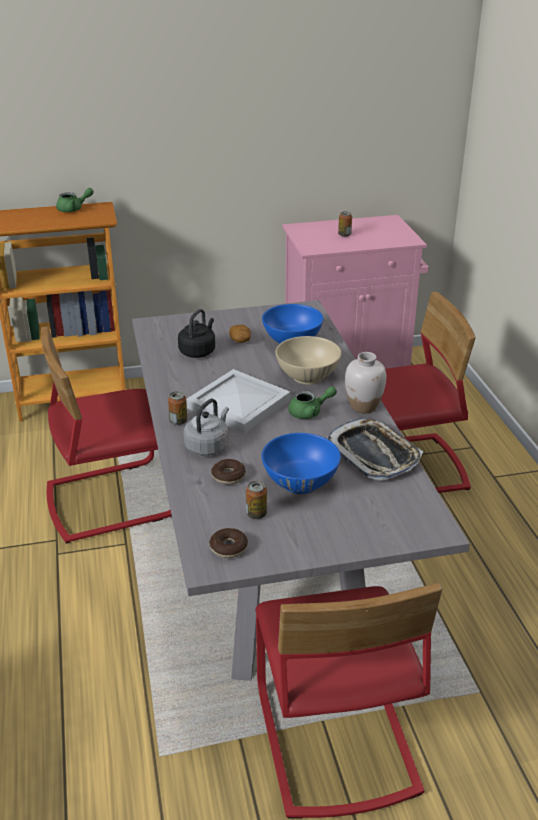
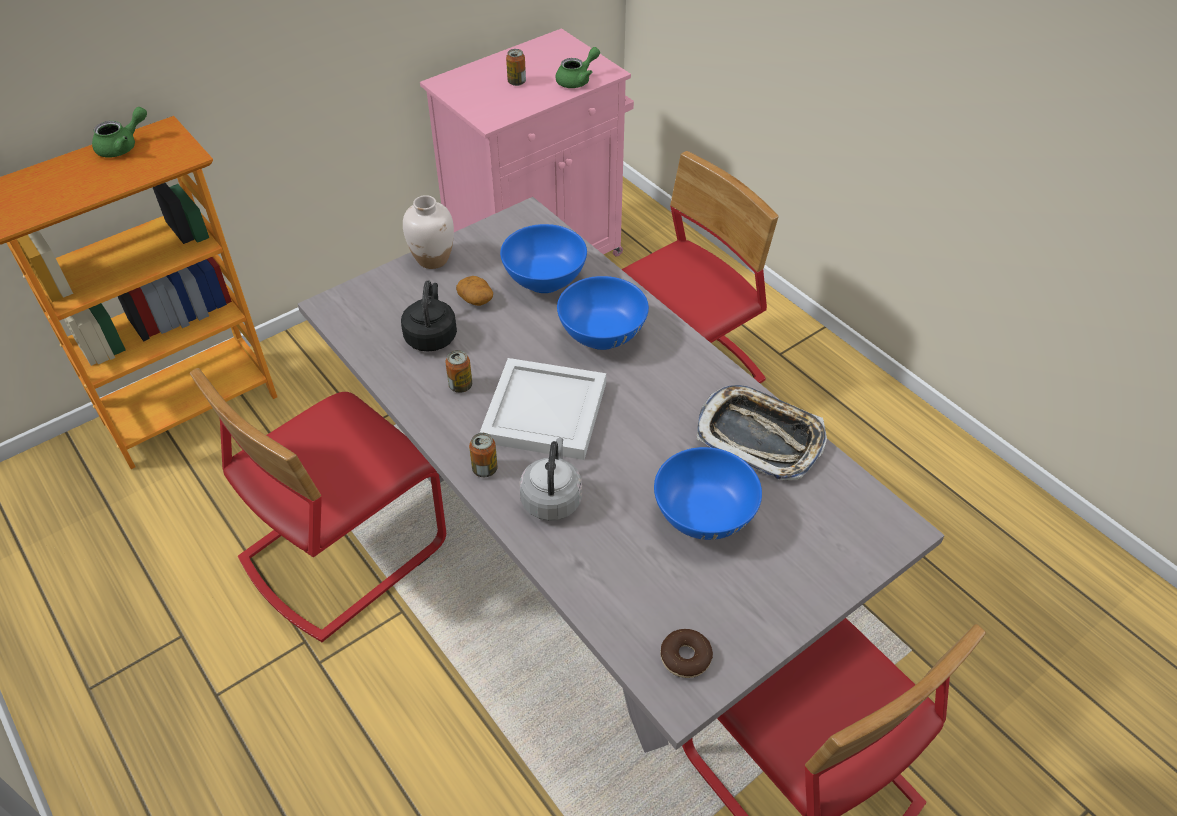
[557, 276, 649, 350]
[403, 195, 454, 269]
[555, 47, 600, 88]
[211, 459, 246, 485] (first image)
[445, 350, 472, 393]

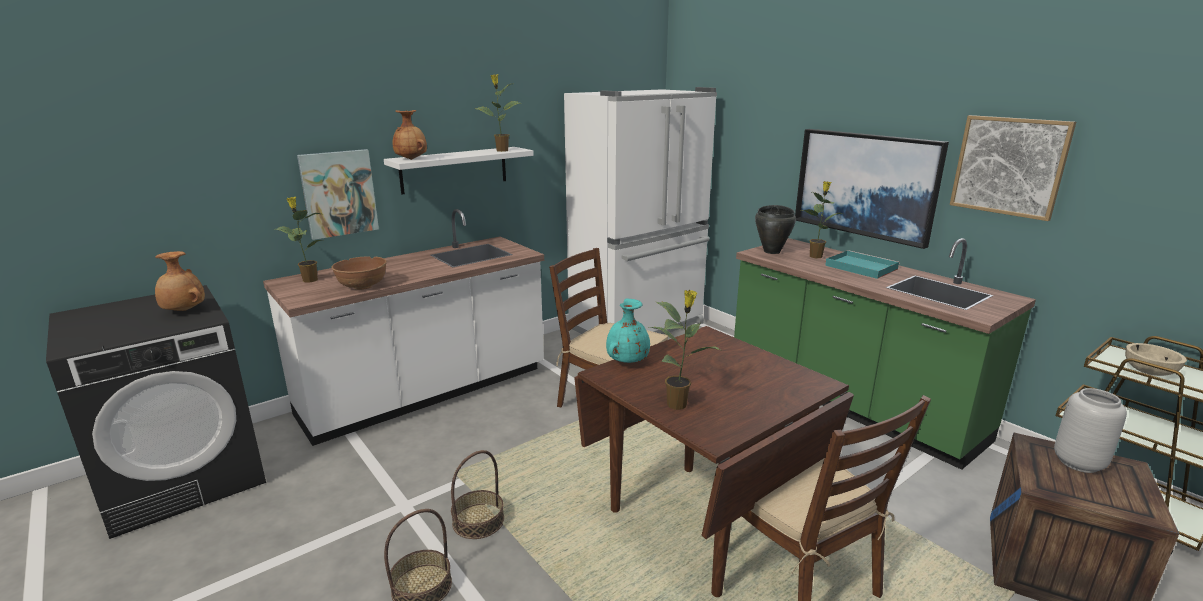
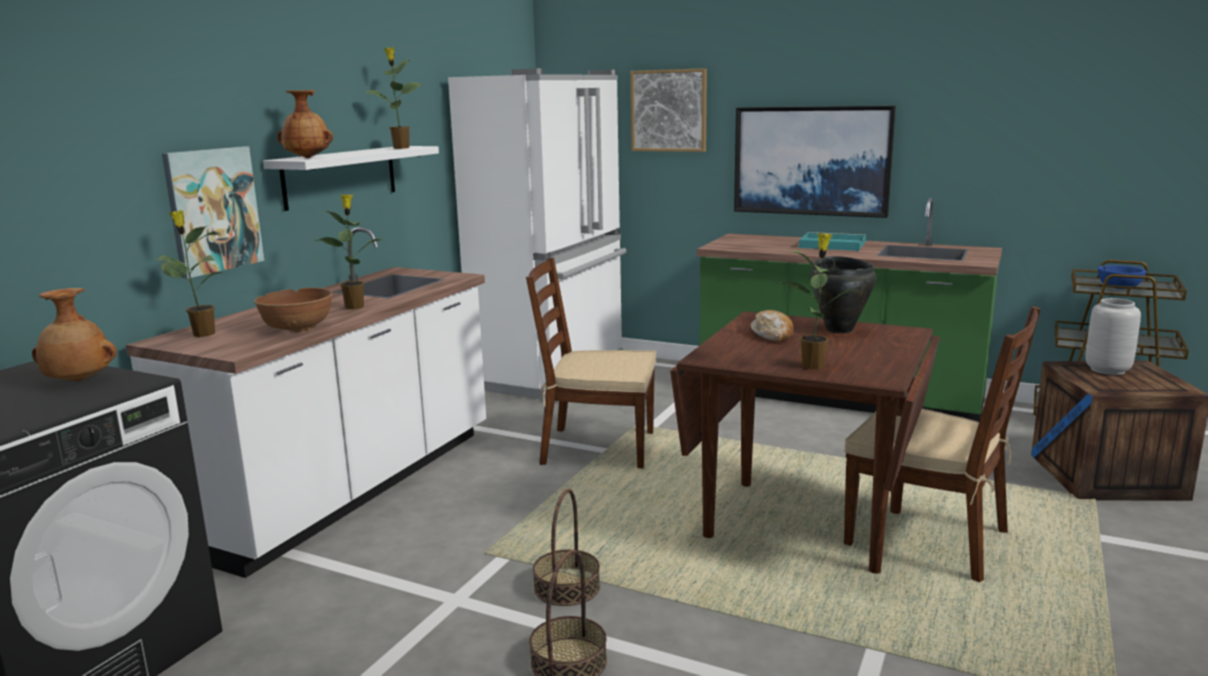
[630, 68, 707, 152]
[315, 194, 380, 309]
[810, 256, 876, 333]
[606, 299, 650, 363] (first image)
[1098, 265, 1147, 289]
[751, 310, 793, 342]

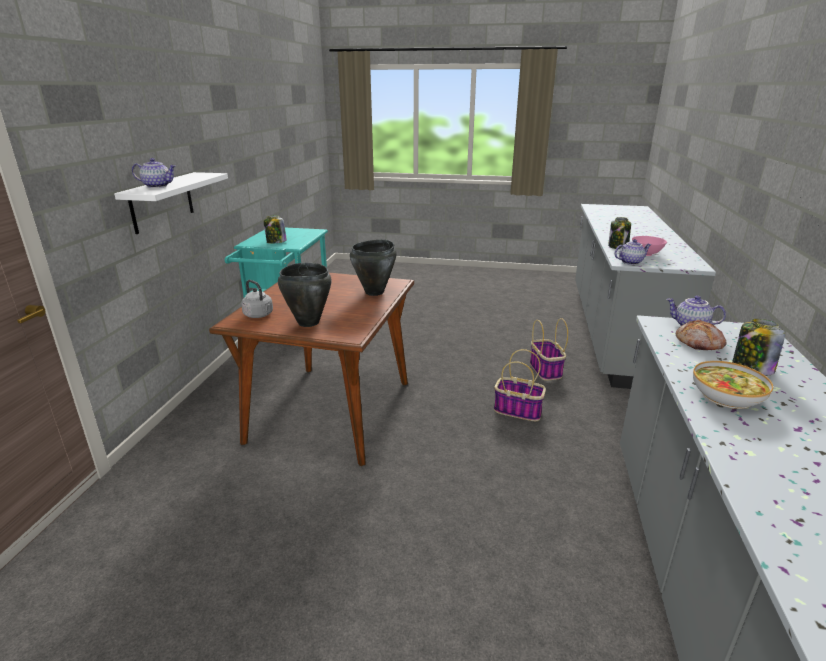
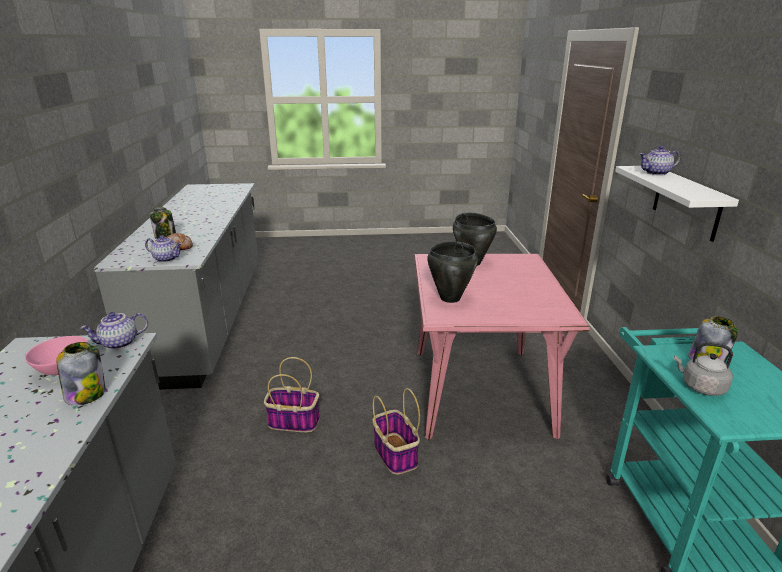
[414, 254, 590, 440]
[674, 342, 733, 396]
[373, 388, 420, 474]
[693, 361, 773, 409] (first image)

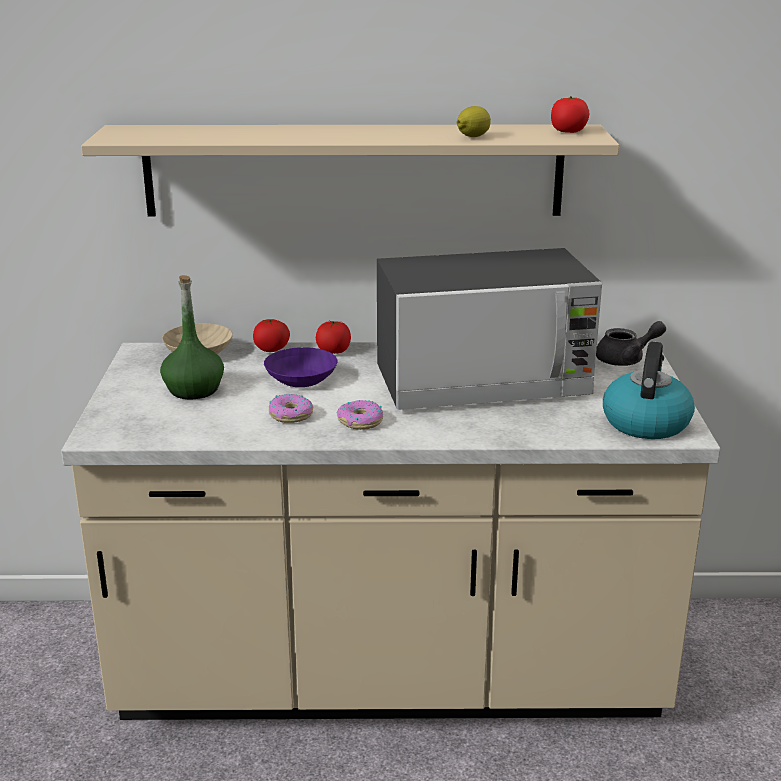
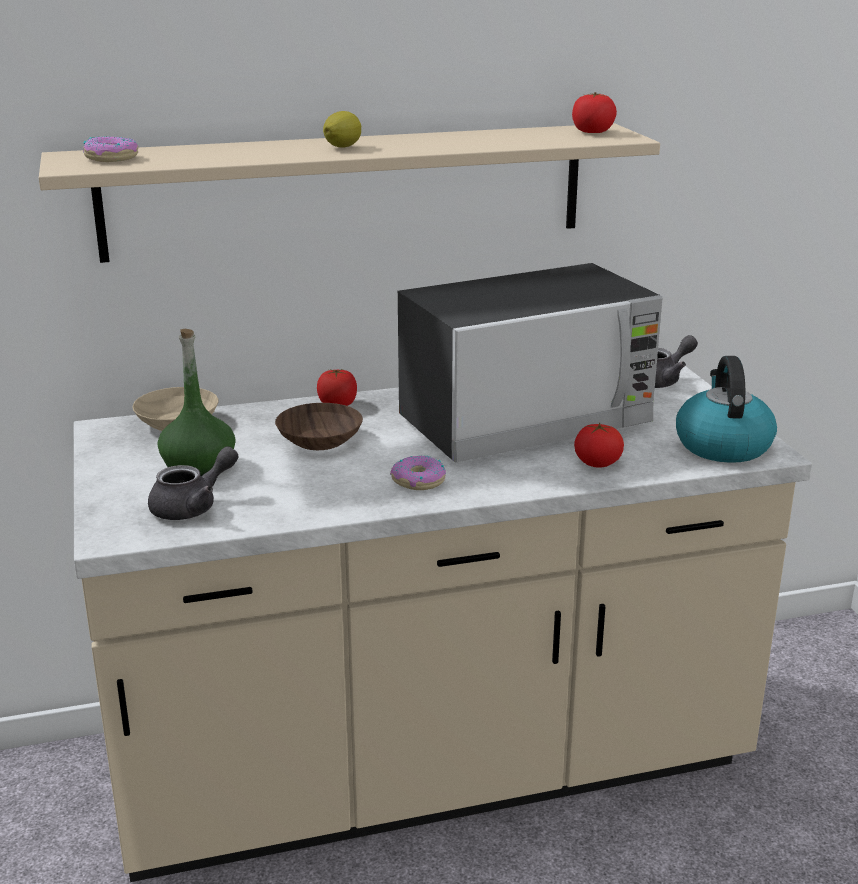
[323, 111, 361, 148]
[574, 423, 624, 468]
[275, 403, 363, 450]
[83, 136, 138, 162]
[148, 446, 238, 520]

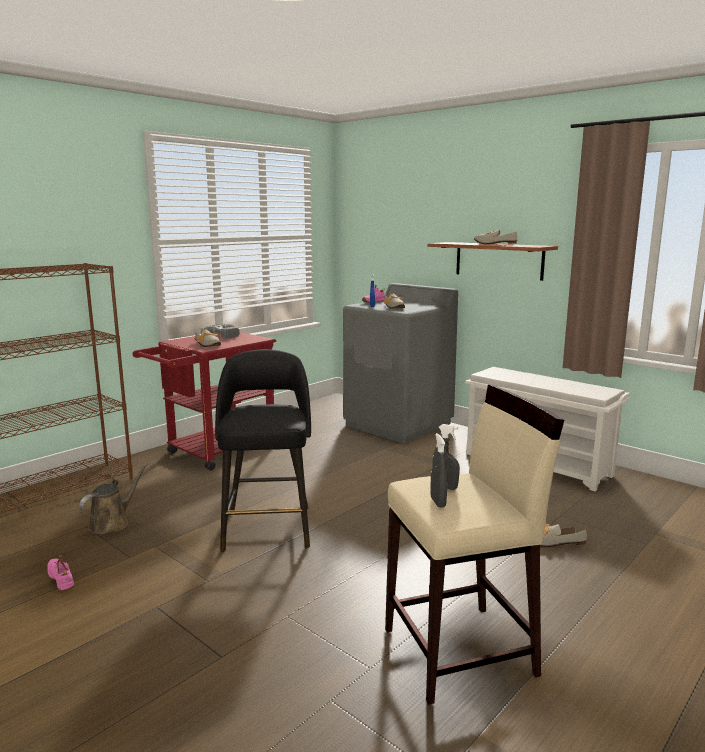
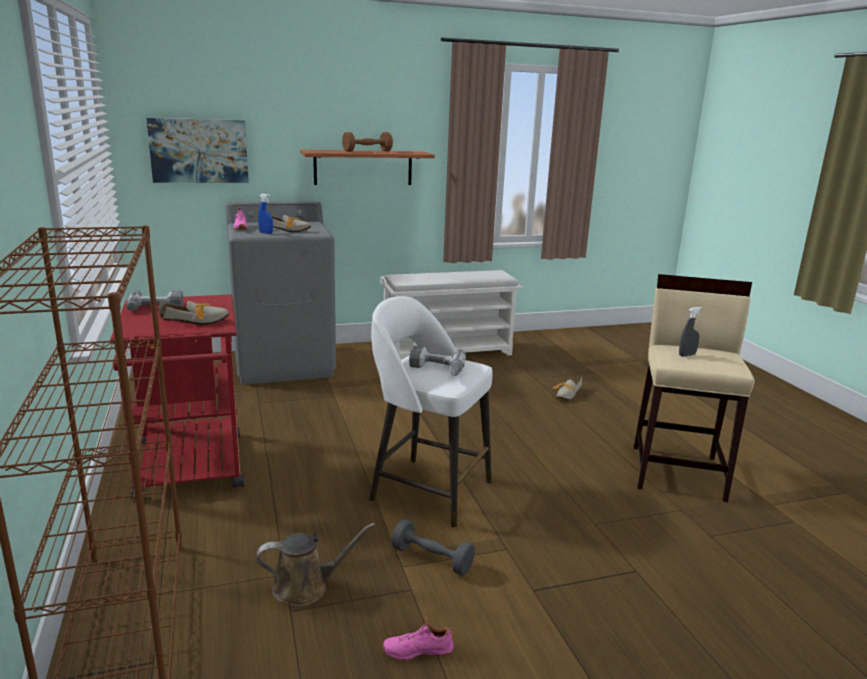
[342, 132, 393, 152]
[369, 296, 493, 528]
[430, 433, 447, 508] (first image)
[256, 523, 375, 606]
[146, 118, 249, 183]
[409, 346, 466, 376]
[392, 519, 475, 576]

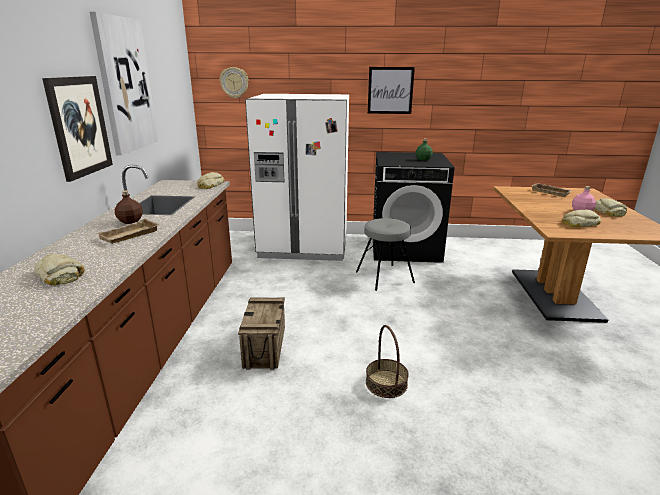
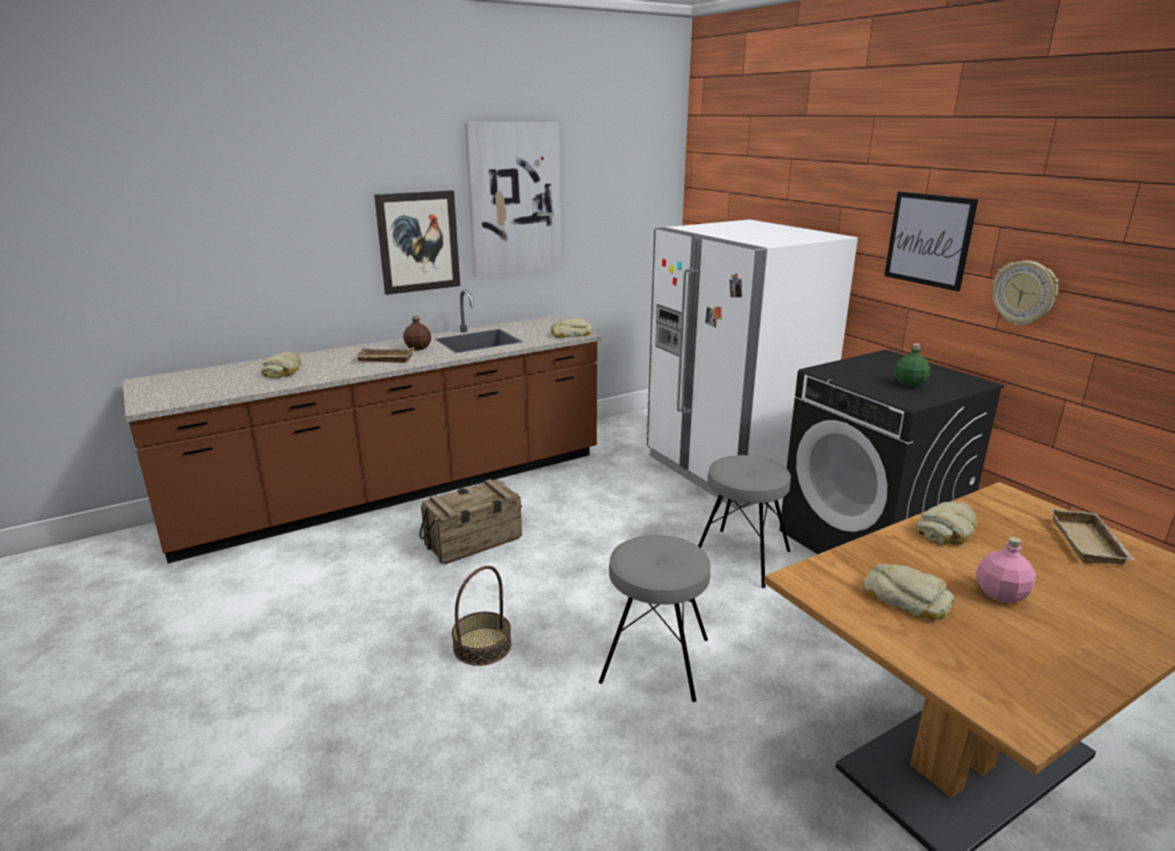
[993, 261, 1059, 326]
[916, 501, 977, 545]
[599, 535, 710, 702]

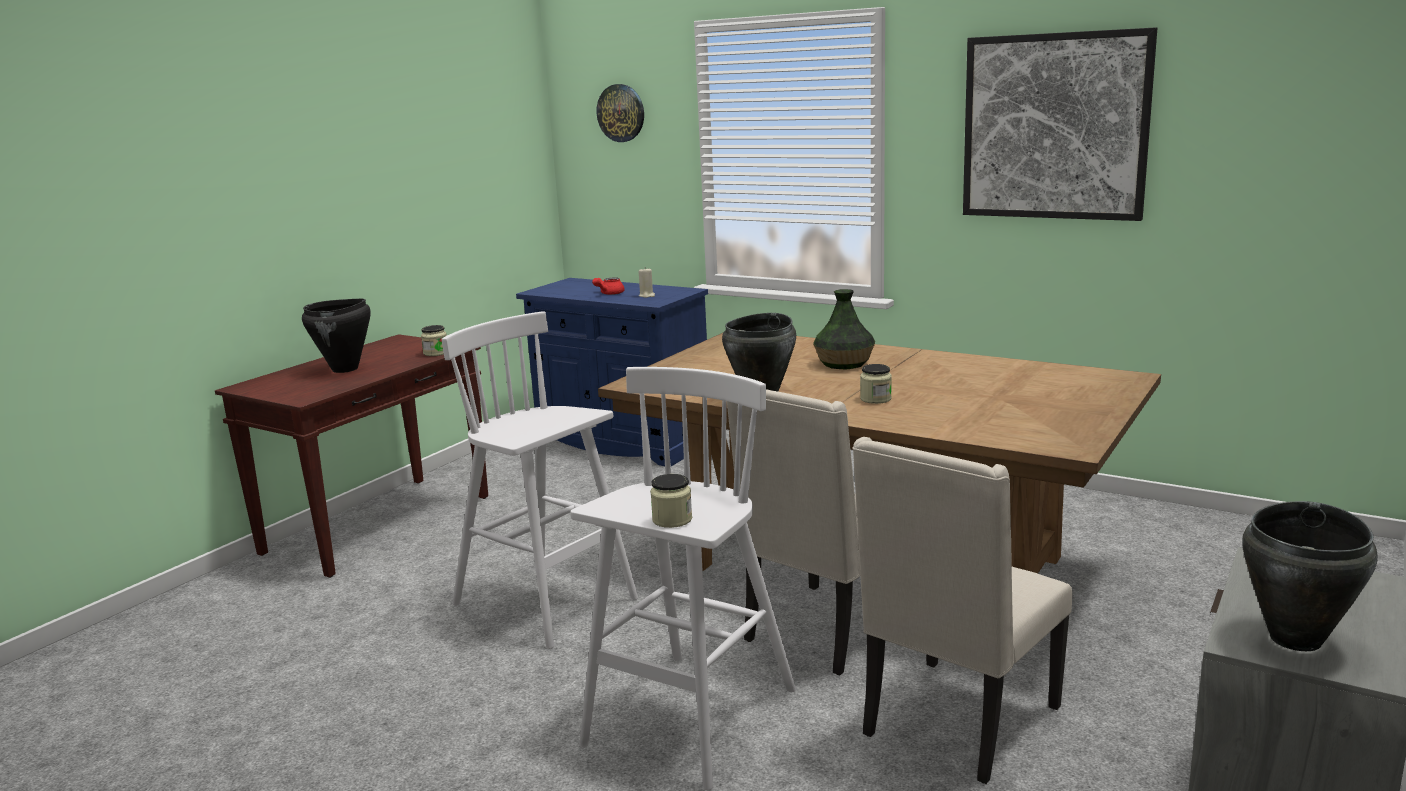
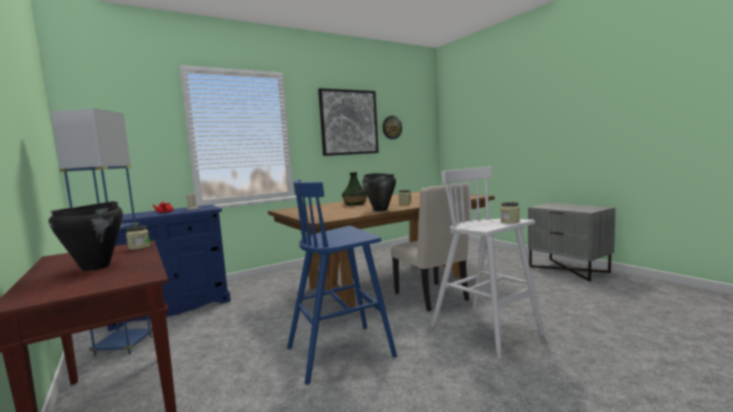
[382, 116, 402, 139]
[287, 179, 397, 385]
[852, 437, 1072, 784] (first image)
[1242, 501, 1378, 651] (first image)
[50, 108, 152, 356]

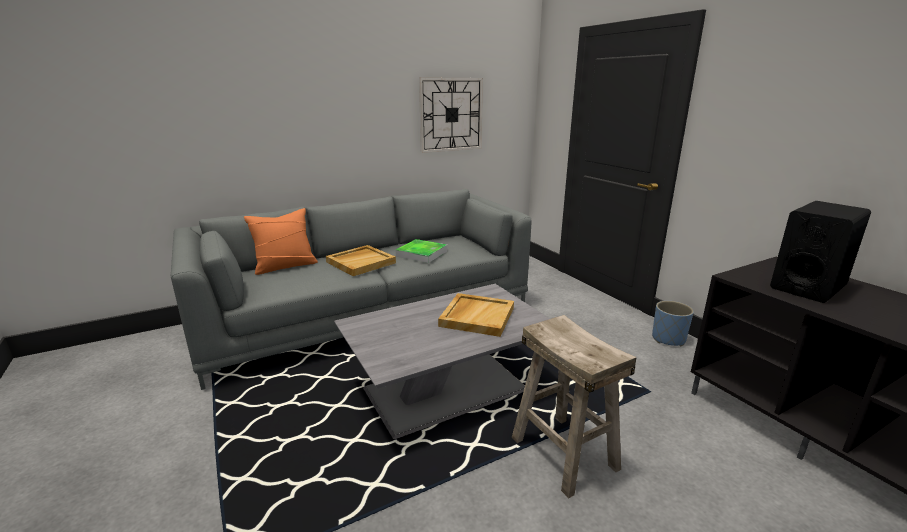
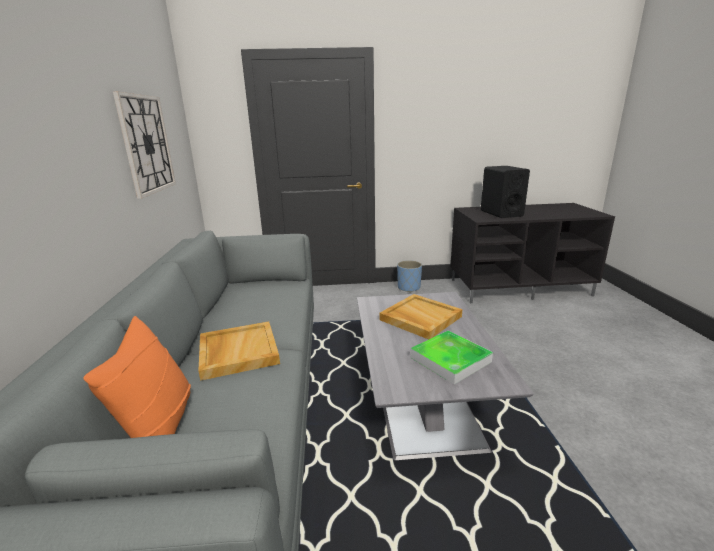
[410, 330, 493, 384]
[512, 315, 637, 498] (first image)

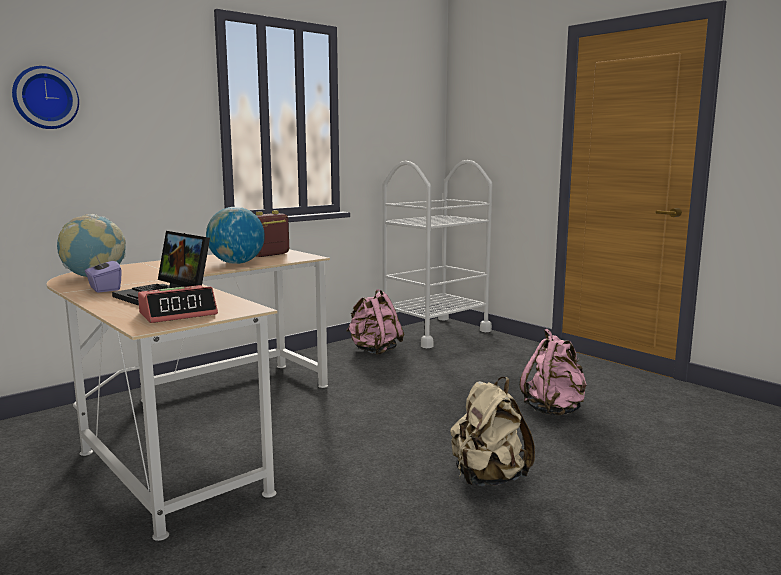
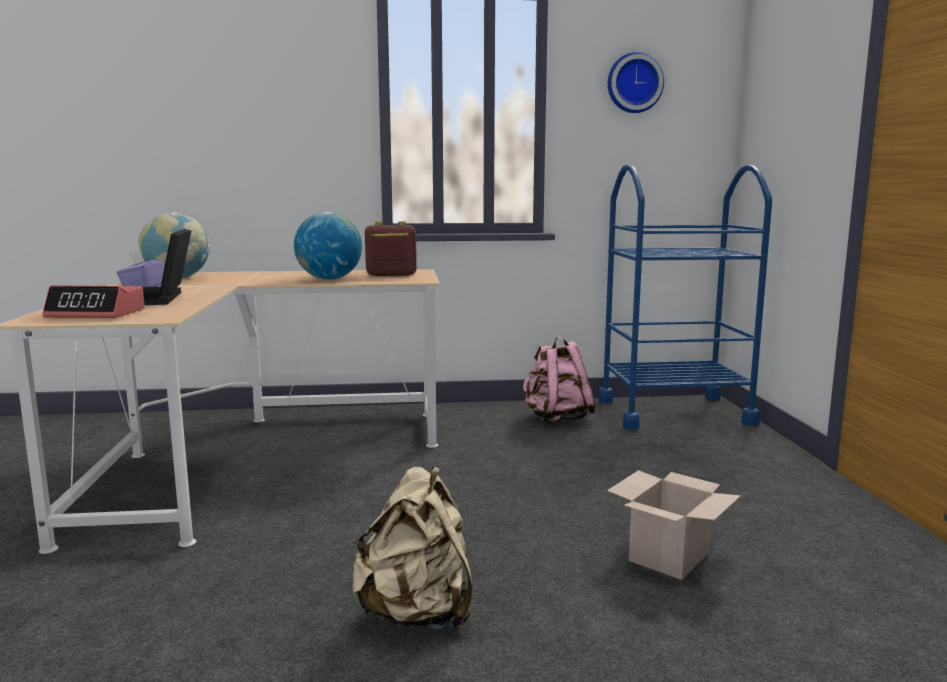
[608, 52, 664, 113]
[598, 164, 772, 430]
[607, 470, 741, 579]

